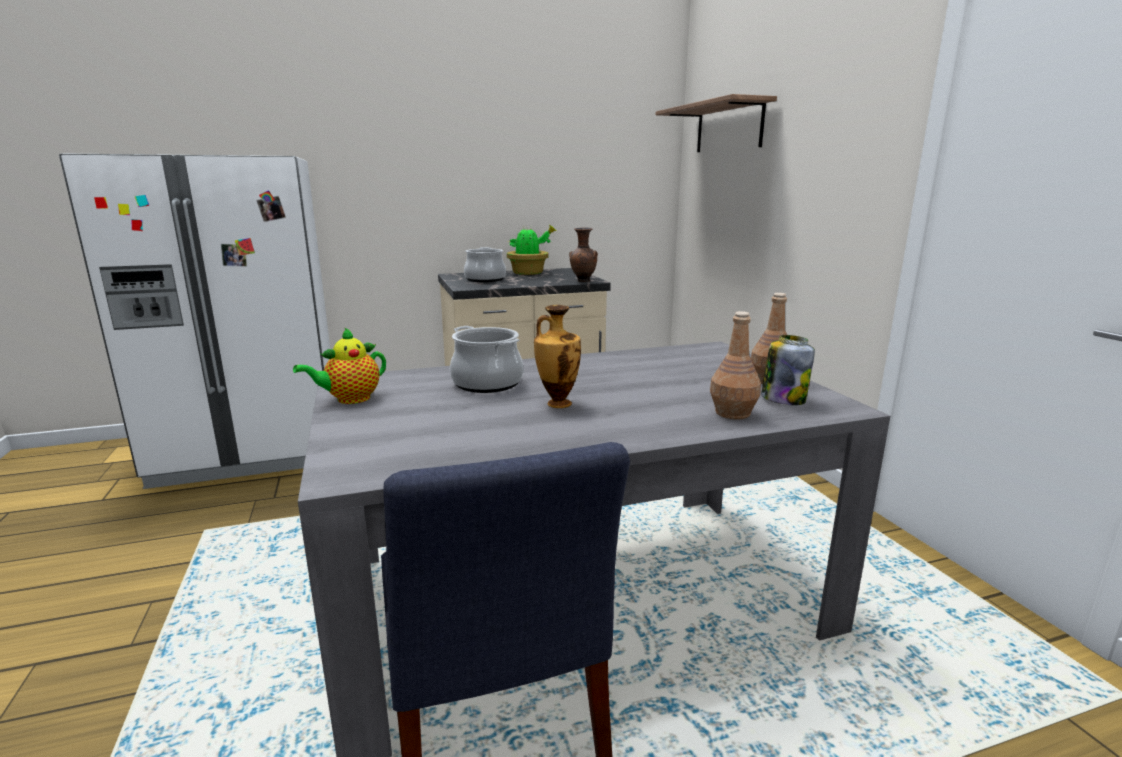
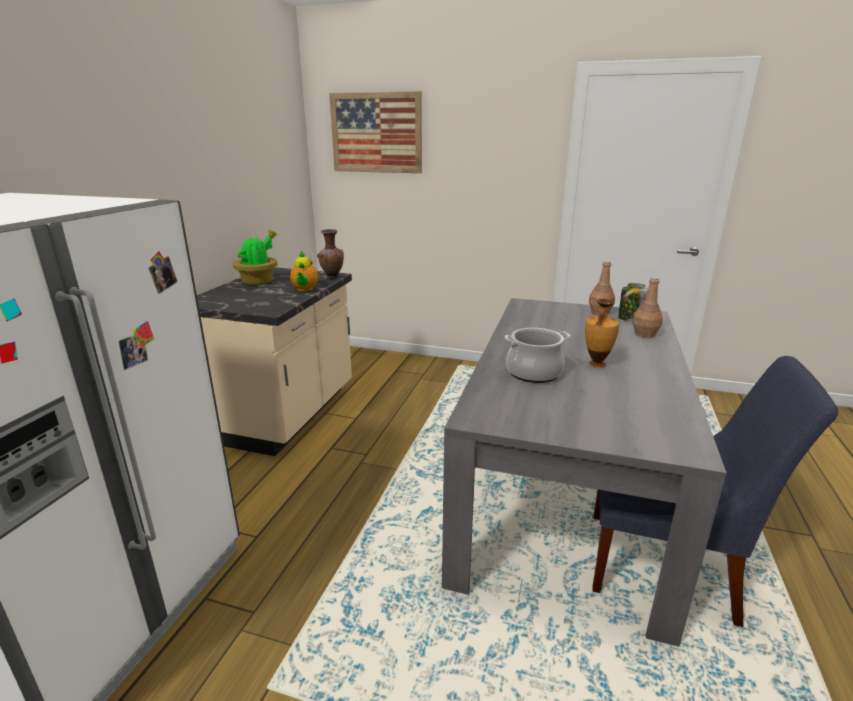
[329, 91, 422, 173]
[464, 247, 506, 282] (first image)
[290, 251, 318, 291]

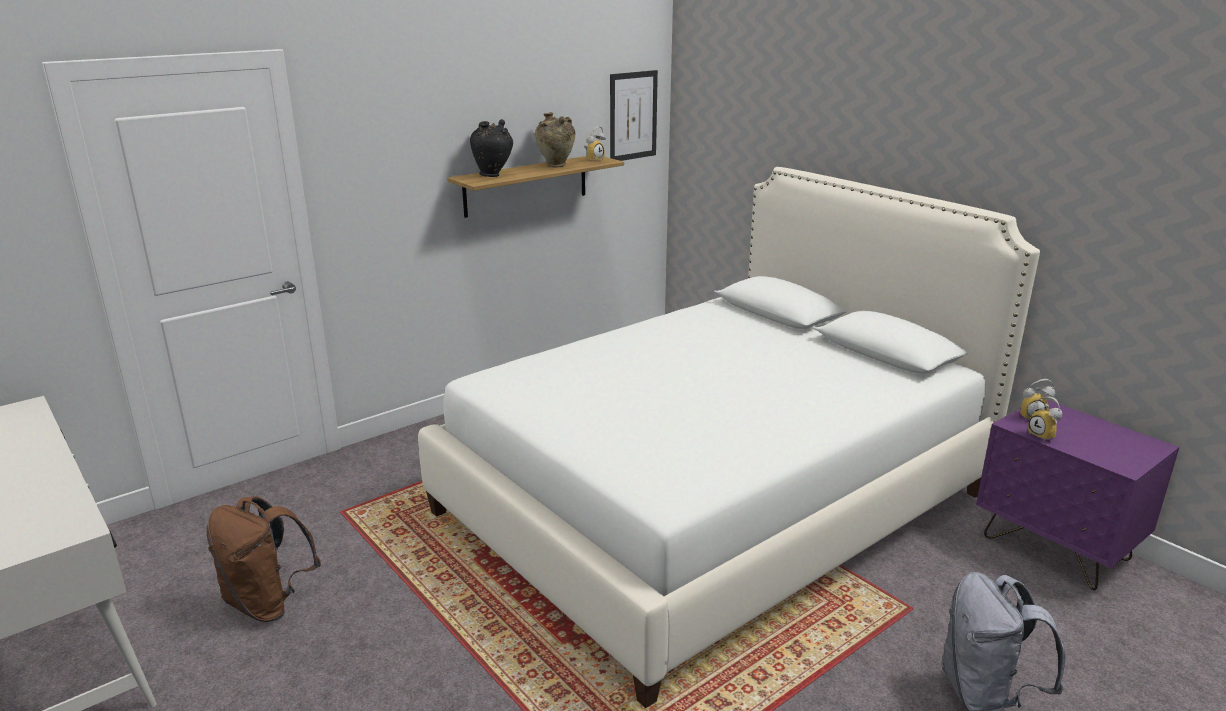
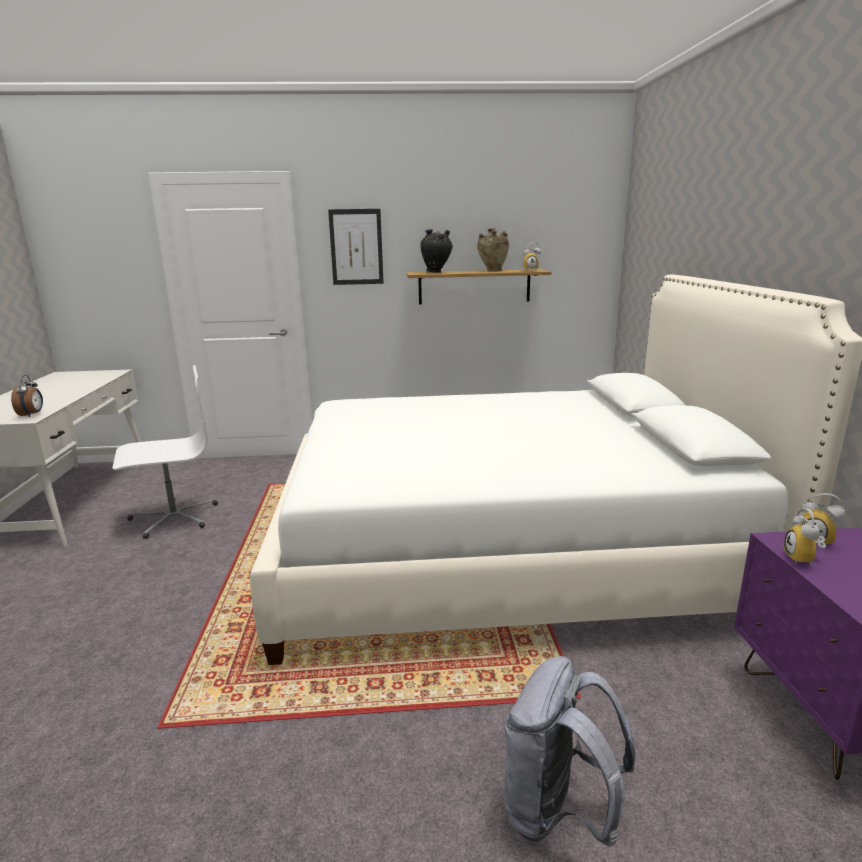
[328, 209, 384, 285]
[113, 365, 218, 539]
[11, 375, 43, 417]

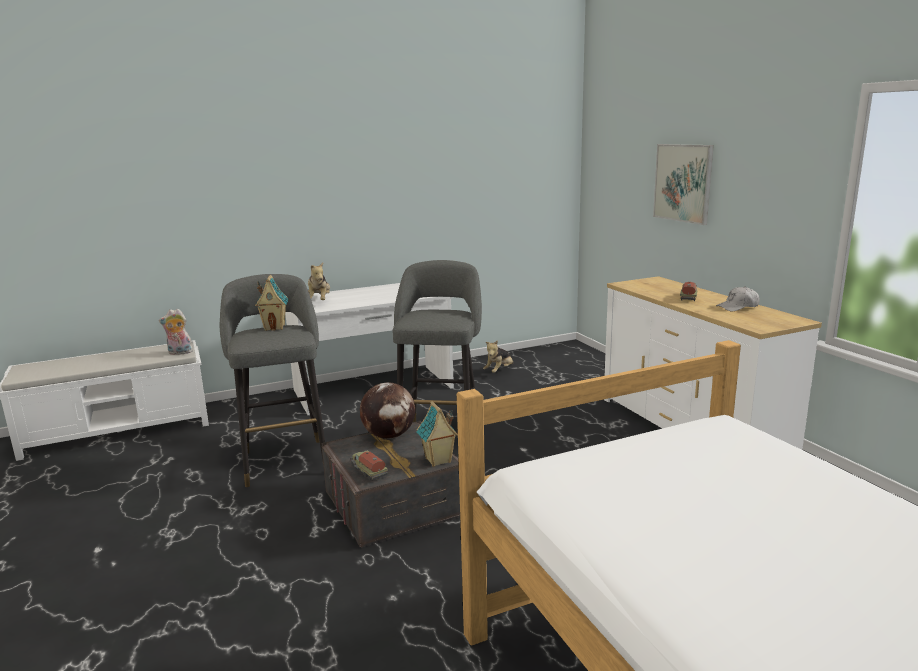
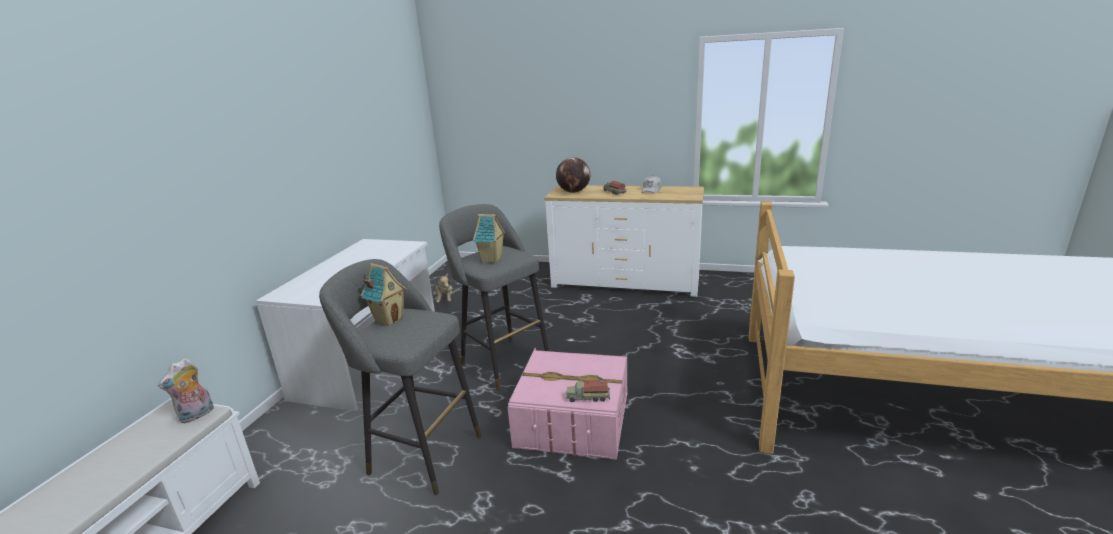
[653, 144, 714, 225] (first image)
[308, 262, 330, 300] (first image)
[556, 157, 590, 193]
[473, 214, 505, 263]
[508, 348, 627, 460]

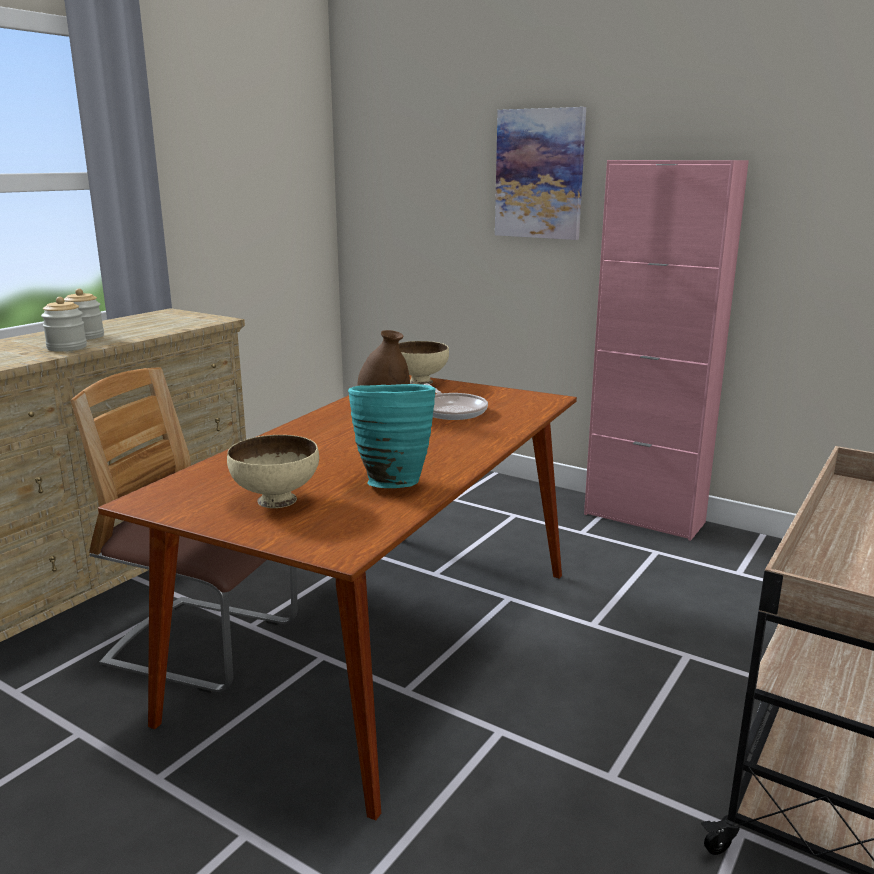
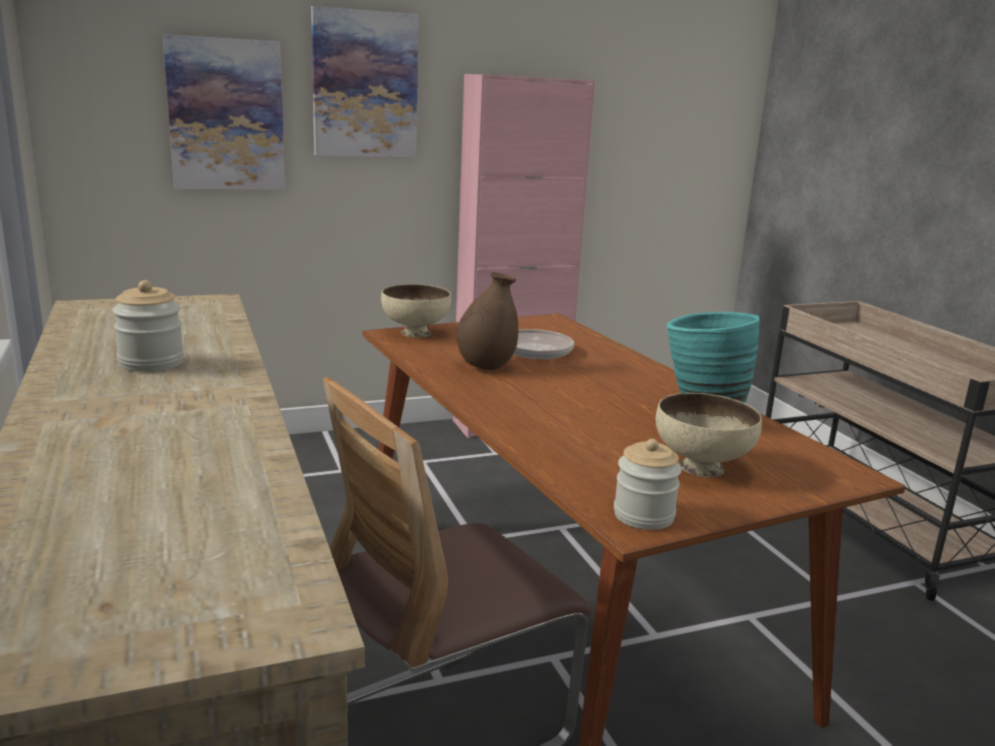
[614, 439, 682, 530]
[163, 34, 285, 189]

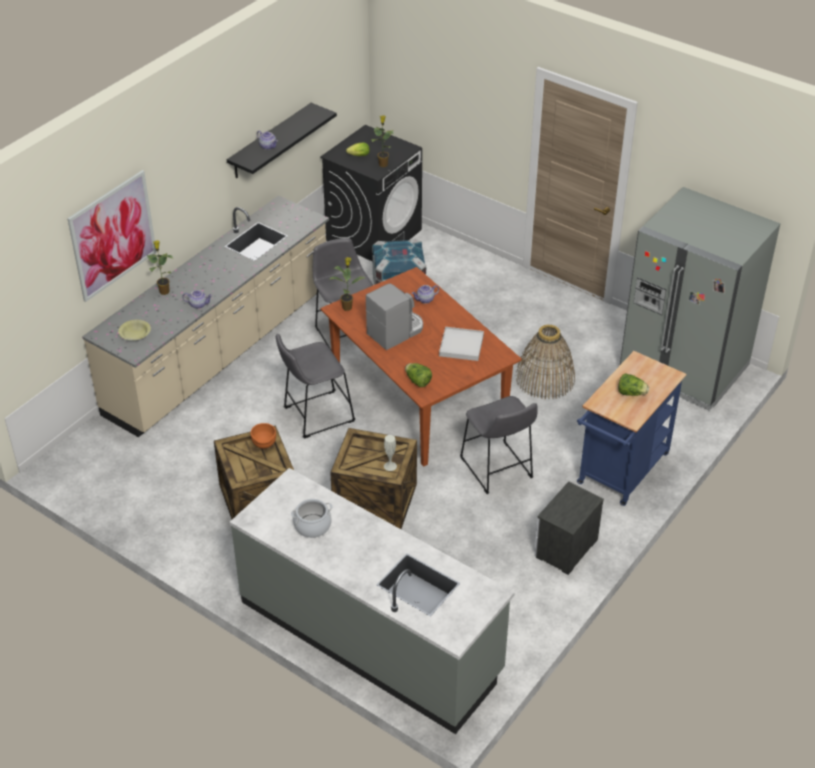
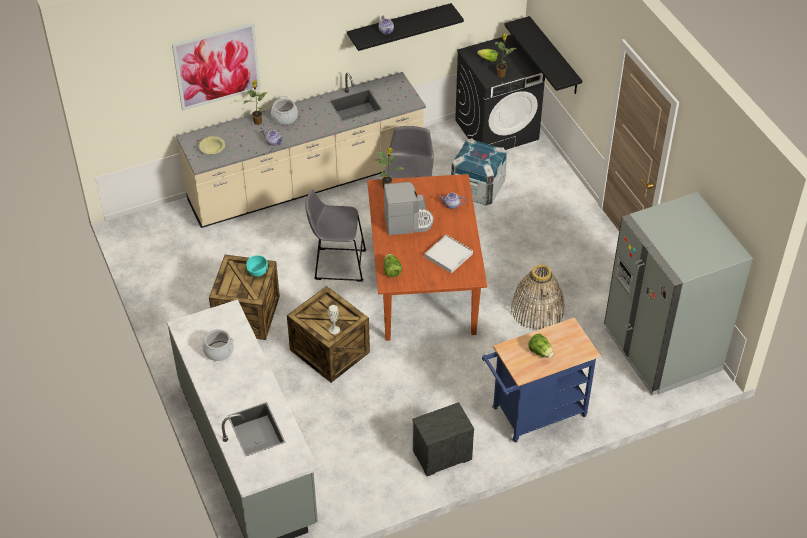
[460, 396, 538, 494] (first image)
[246, 255, 268, 277]
[504, 16, 582, 94]
[271, 96, 298, 125]

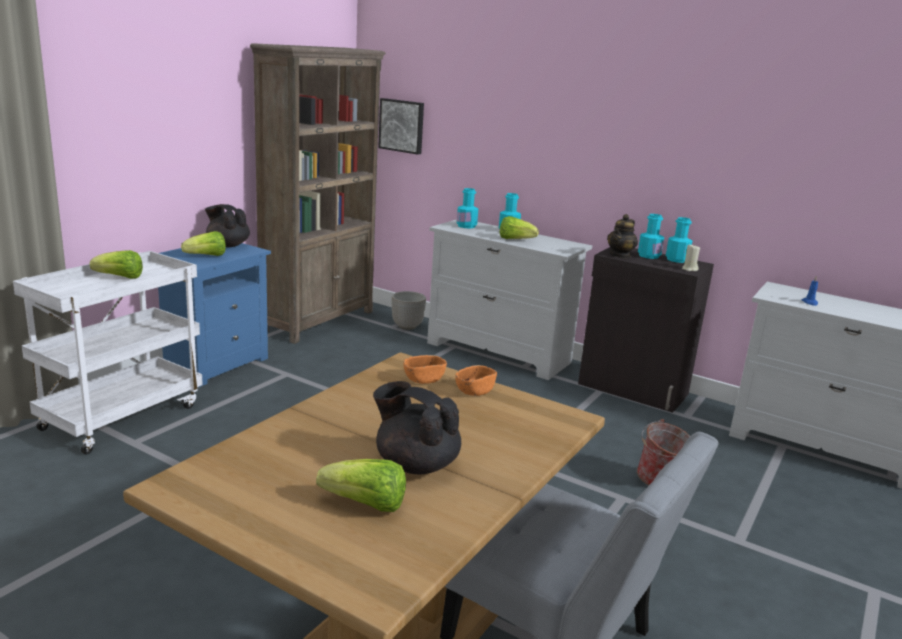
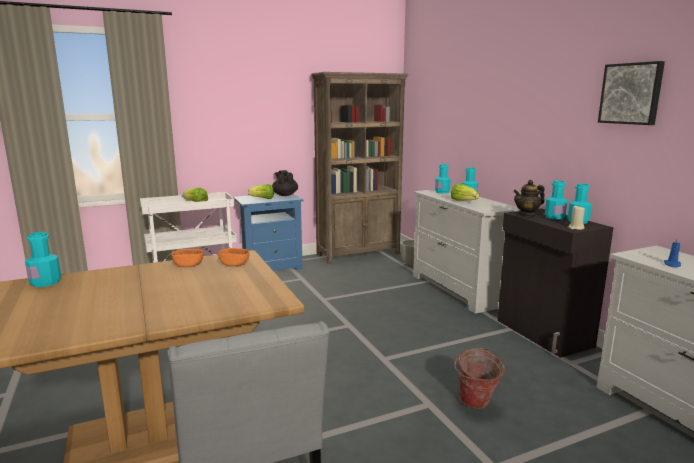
[598, 61, 665, 125]
[171, 249, 203, 267]
[373, 381, 461, 474] (first image)
[316, 459, 406, 512] (first image)
[25, 232, 61, 287]

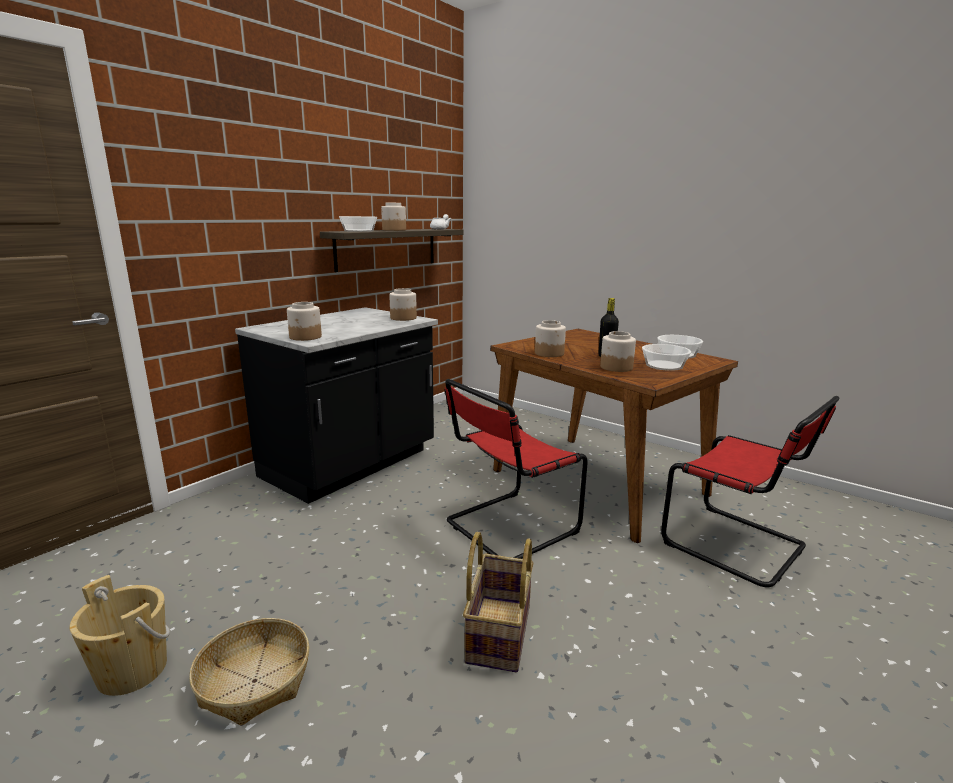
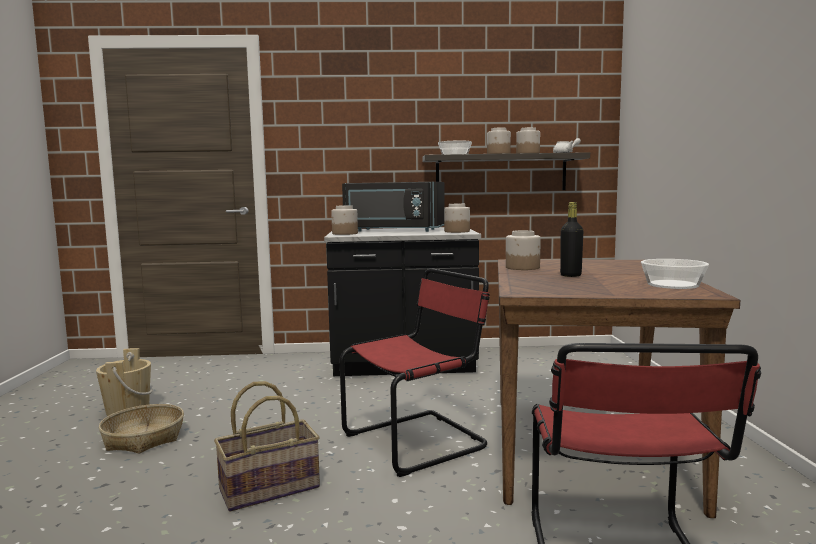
[516, 127, 540, 153]
[642, 344, 691, 371] (first image)
[340, 268, 490, 477]
[342, 182, 445, 232]

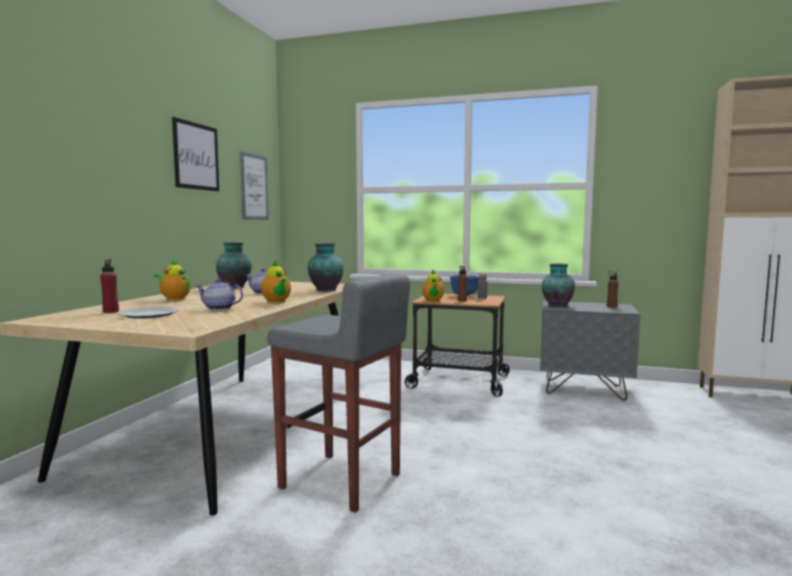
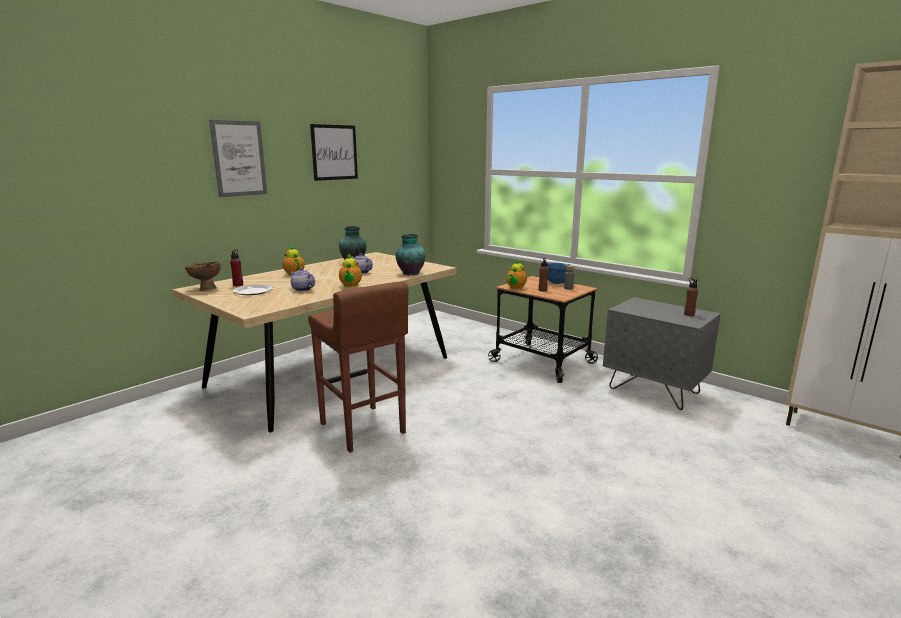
[209, 120, 267, 197]
[542, 263, 575, 307] (first image)
[308, 281, 408, 453]
[185, 261, 221, 291]

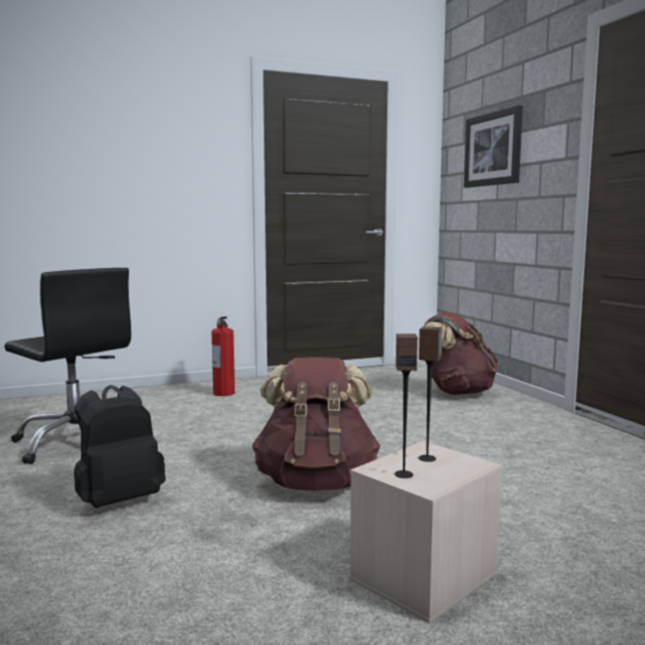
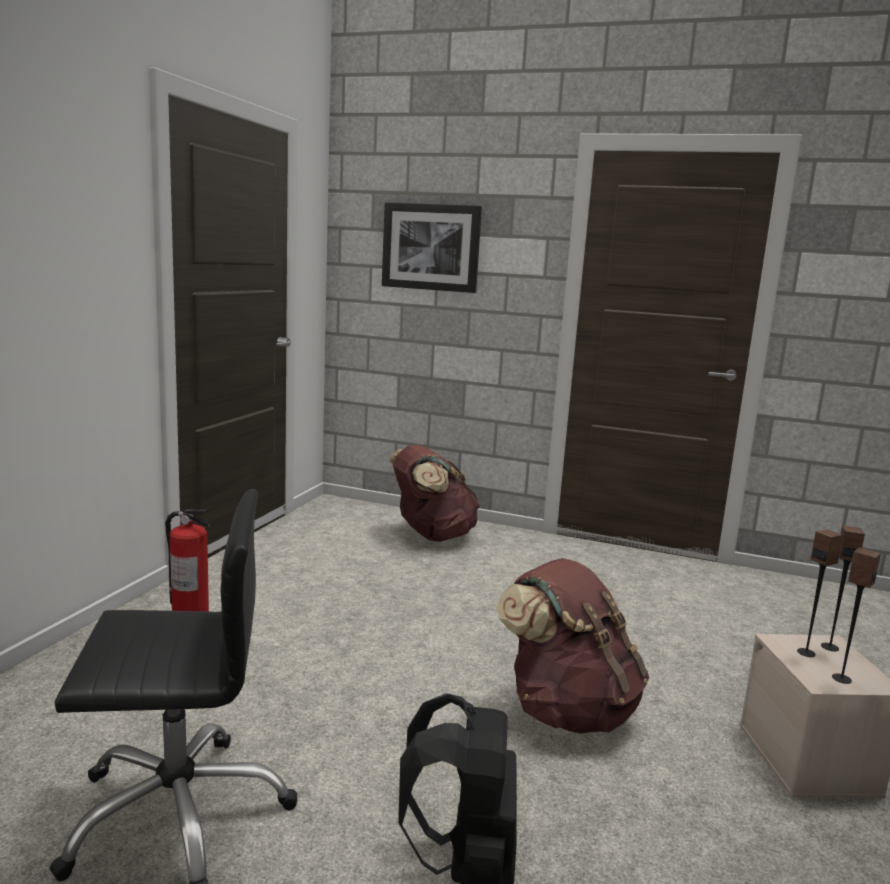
[821, 526, 865, 651]

